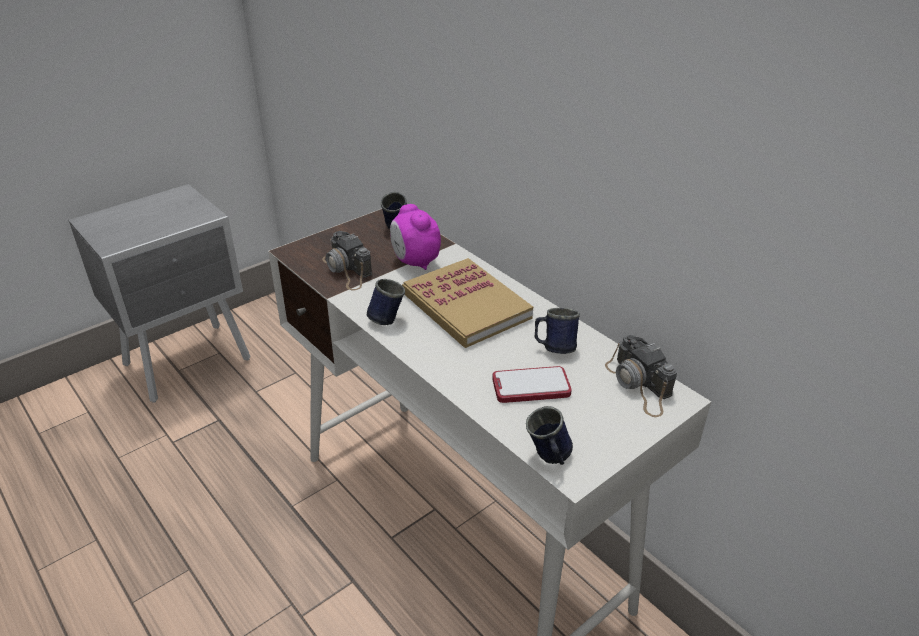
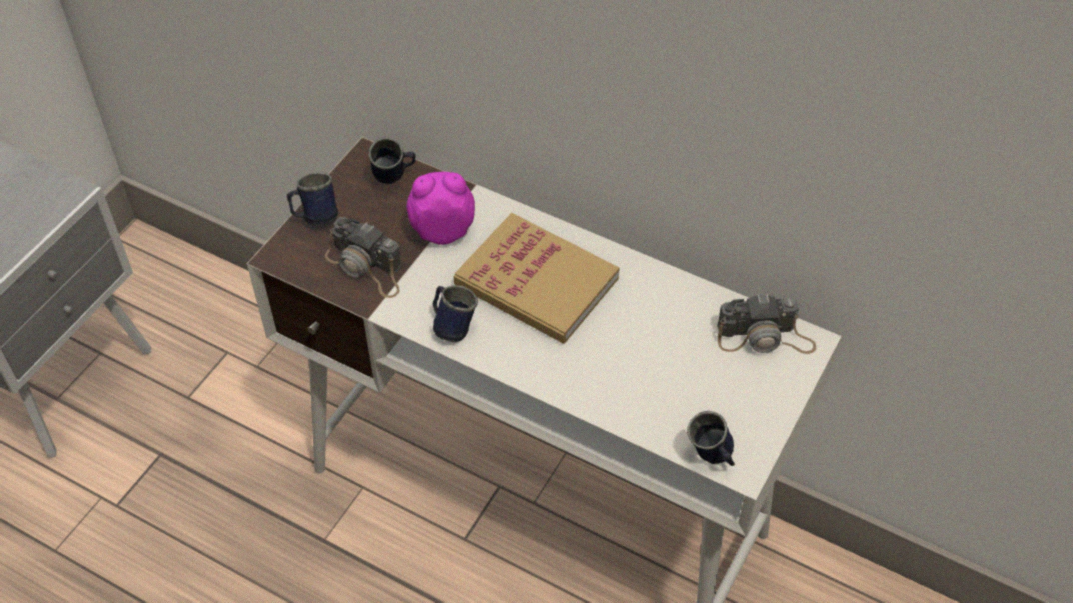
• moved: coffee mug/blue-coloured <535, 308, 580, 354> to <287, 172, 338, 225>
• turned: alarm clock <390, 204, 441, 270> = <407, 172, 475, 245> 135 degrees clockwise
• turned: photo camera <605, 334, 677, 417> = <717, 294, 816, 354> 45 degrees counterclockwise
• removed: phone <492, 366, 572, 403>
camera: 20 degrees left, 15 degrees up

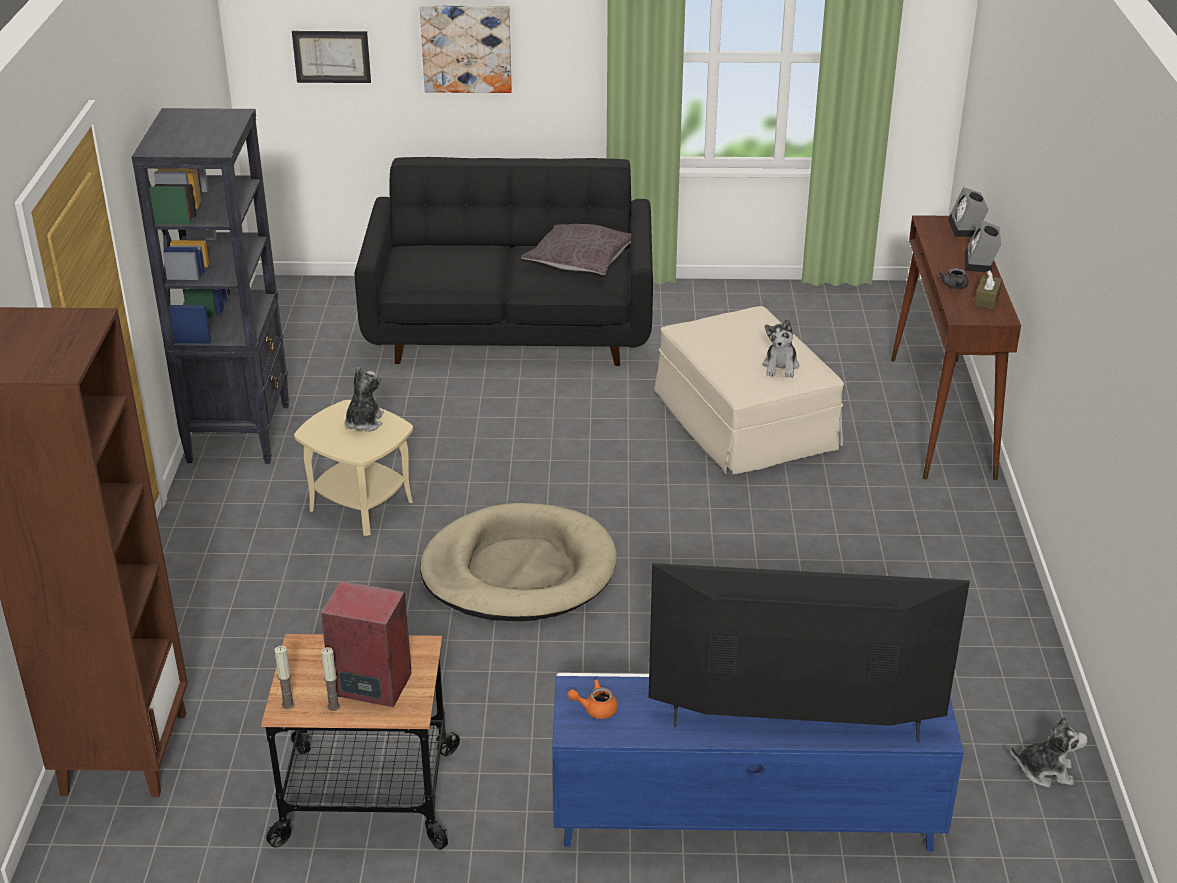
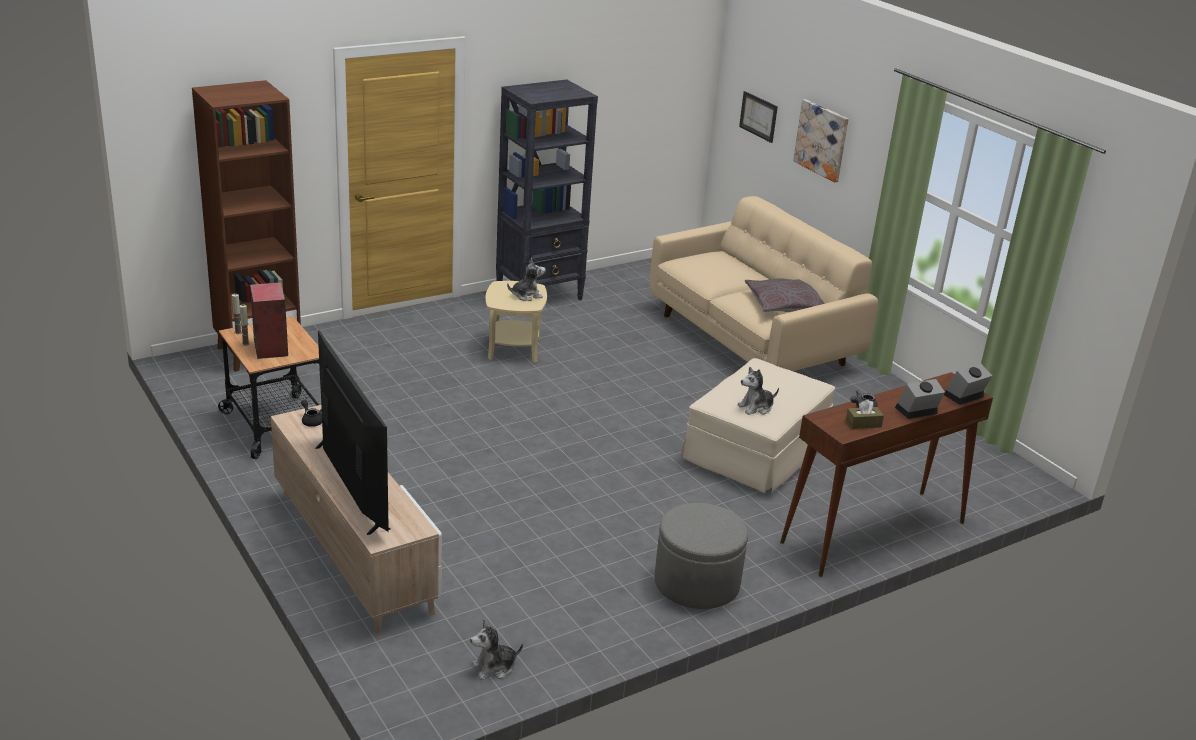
• recoloured: tv stand/blue-coloured <552, 673, 964, 851> to tv stand/beige-coloured <271, 405, 442, 634>
• recoloured: tea pot/orangey <567, 679, 618, 719> to tea pot/blackish <301, 400, 322, 427>
• turned: cuddly toy <1010, 715, 1088, 788> = <470, 619, 523, 680> 90 degrees clockwise
• recoloured: sofa/blackish <355, 157, 653, 366> to sofa/beige-coloured <650, 196, 878, 371>
• added: ottoman/gray <654, 503, 748, 609>
• removed: dog bed/beige-coloured <420, 503, 617, 621>
camera: 55 degrees right, 5 degrees down

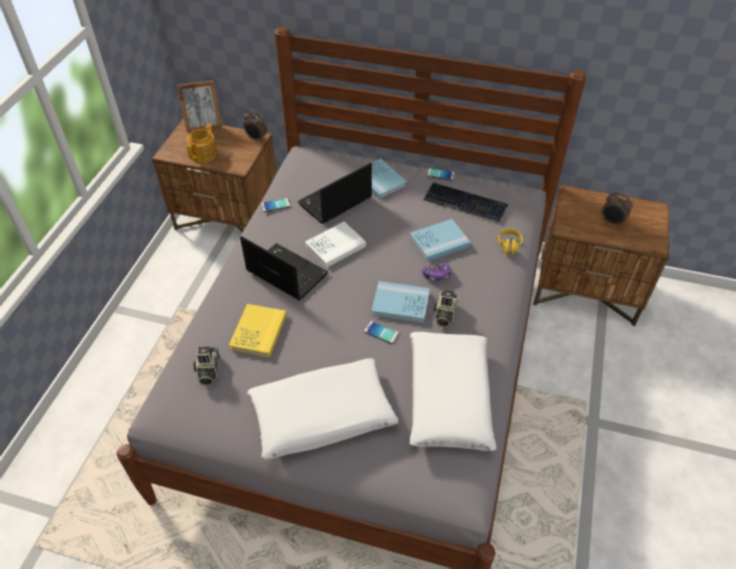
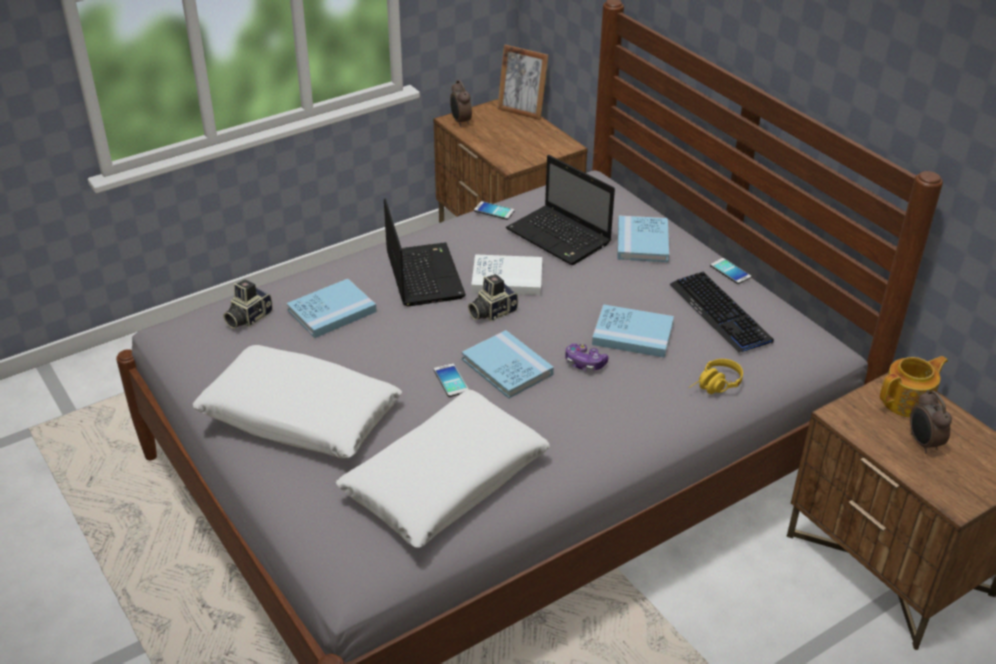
• recoloured: bound book/yellow <229, 304, 286, 357> to bound book/blue-coloured <287, 279, 377, 338>
• moved: alarm clock <243, 110, 267, 142> to <450, 80, 472, 127>
• moved: photo camera <433, 290, 458, 327> to <468, 274, 518, 321>
• turned: laptop <297, 162, 372, 224> = <506, 155, 615, 265> 135 degrees counterclockwise
• moved: tea pot <187, 123, 217, 163> to <880, 356, 948, 418>
camera: 40 degrees right, 10 degrees down

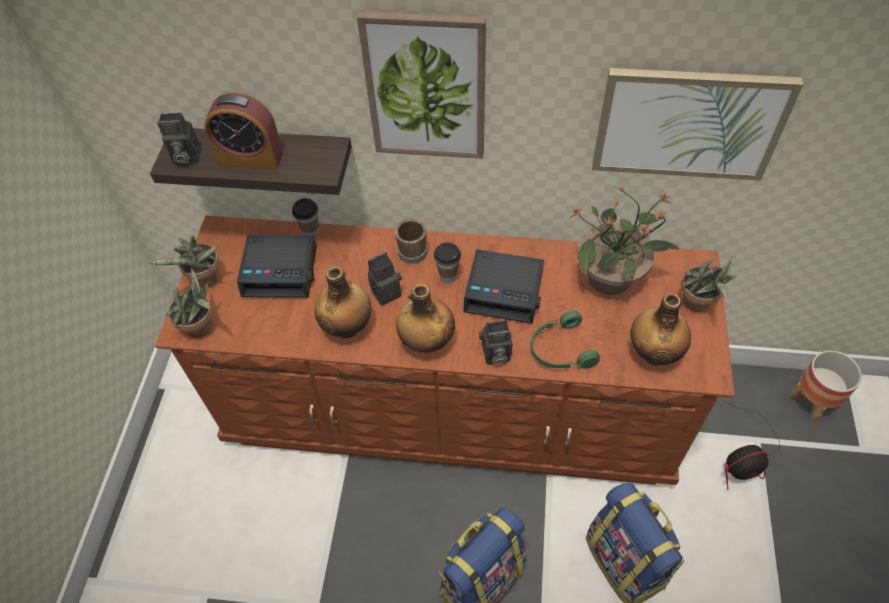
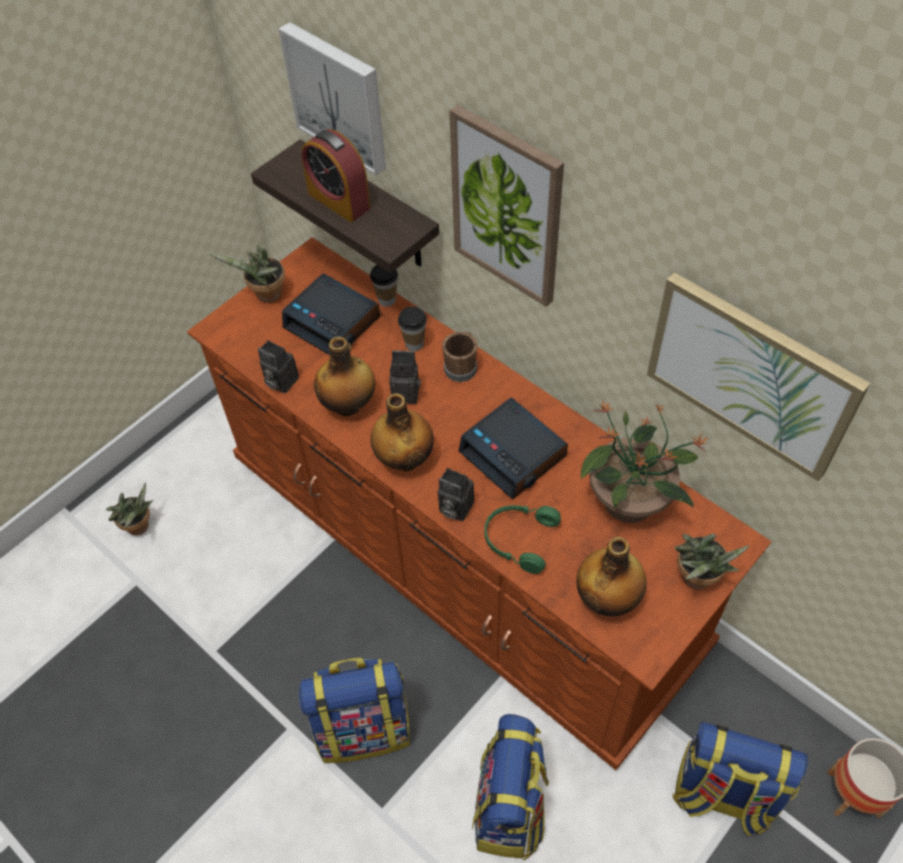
• moved: plant in a pot <166, 268, 212, 338> to <106, 482, 153, 535>
• moved: photo camera <157, 112, 201, 165> to <258, 340, 299, 393>
• added: wall art <279, 22, 386, 175>
• moved: drinking cup <434, 242, 461, 283> to <398, 307, 427, 351>
• replaced: fan <721, 397, 780, 490> to rucksack <673, 722, 809, 836>
camera: 35 degrees right, 0 degrees up

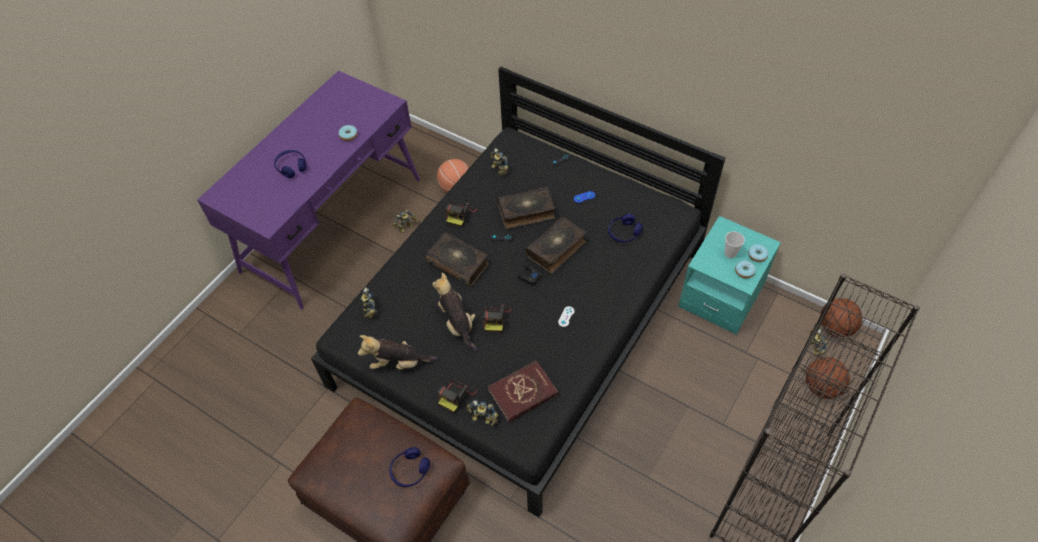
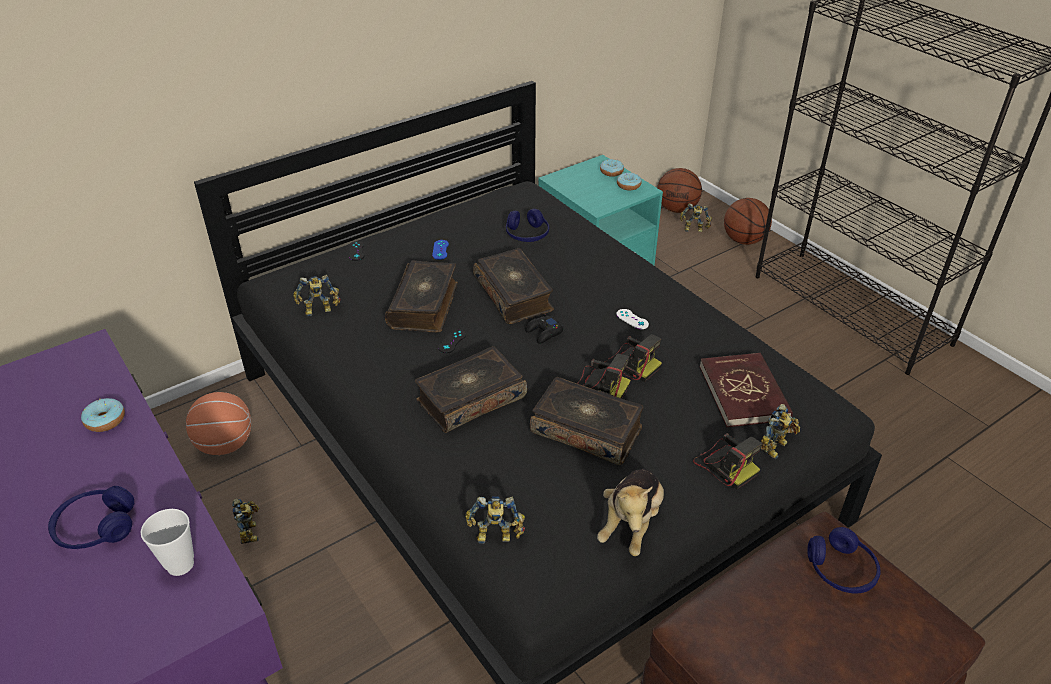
• moved: drinking cup <725, 231, 745, 258> to <141, 509, 194, 576>
• replaced: cuddly toy <432, 273, 477, 351> to bound book <530, 377, 643, 465>
• moved: photo camera <445, 203, 477, 228> to <605, 334, 662, 382>
camera: 70 degrees left, 15 degrees down

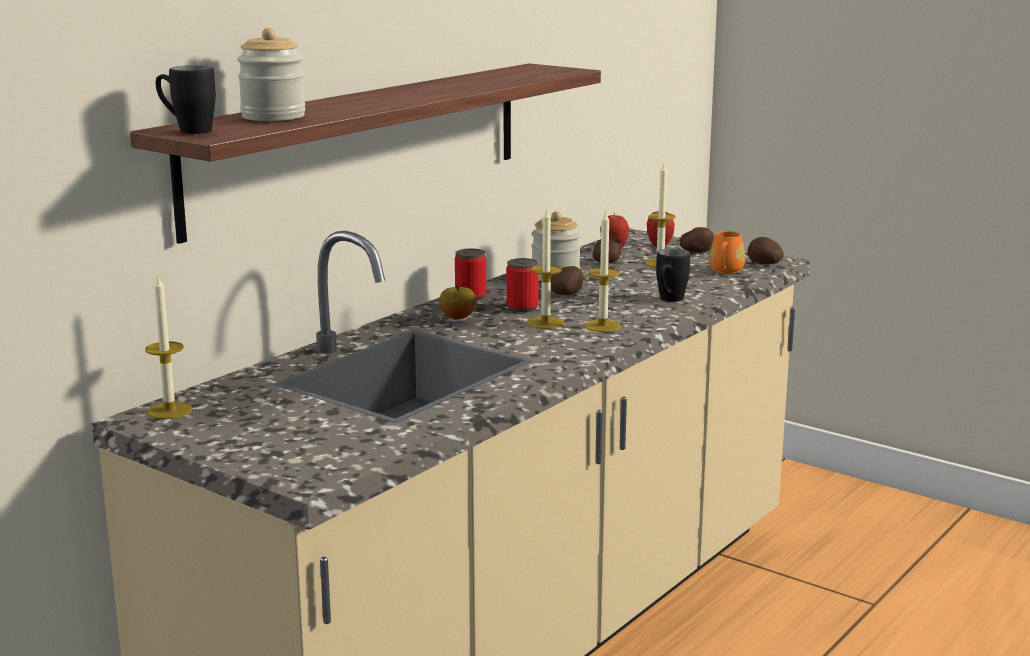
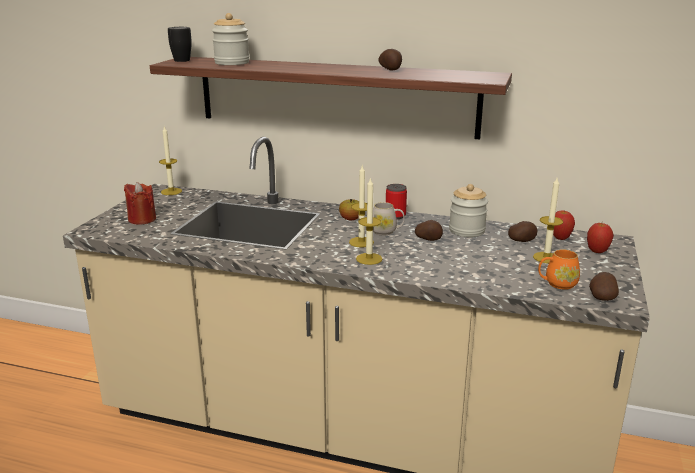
• added: wax candle/red <124, 182, 156, 225>
• replaced: sealed can <506, 258, 539, 312> to coffee mug/whitish <373, 202, 405, 236>
• moved: whole potato <680, 227, 714, 253> to <378, 49, 402, 71>
• removed: coffee mug/blackish <656, 248, 690, 302>
camera: 70 degrees right, 5 degrees up

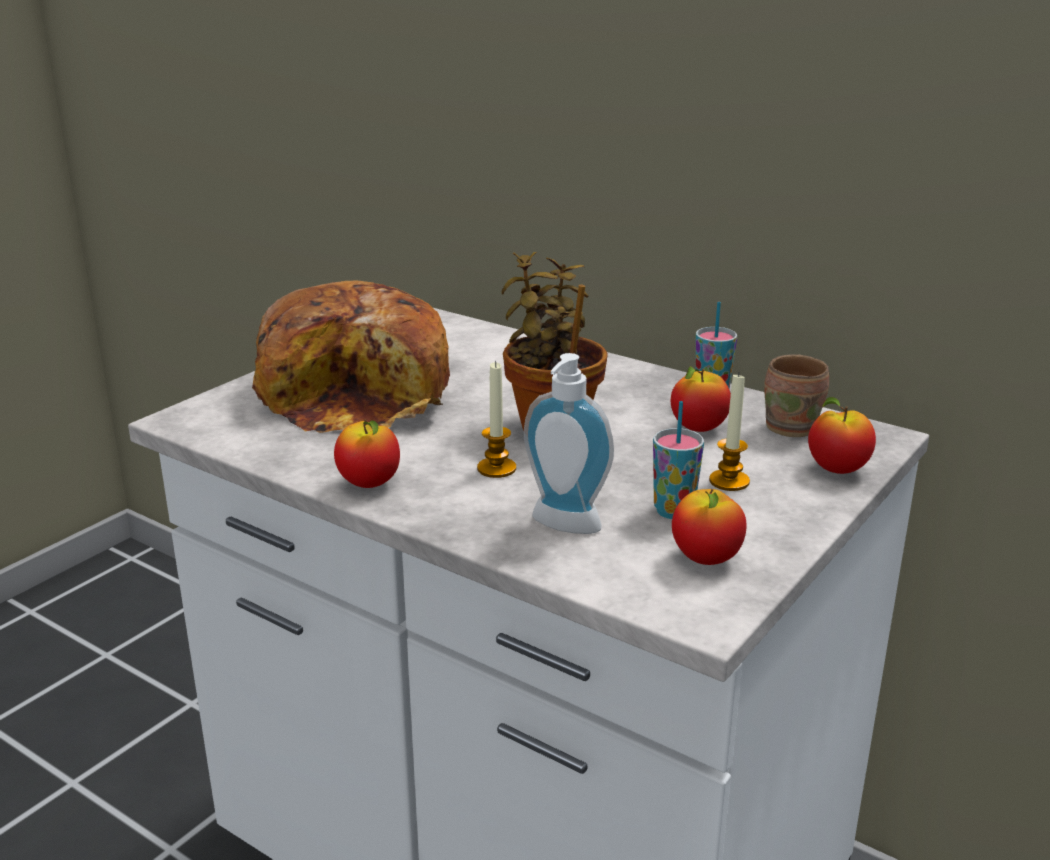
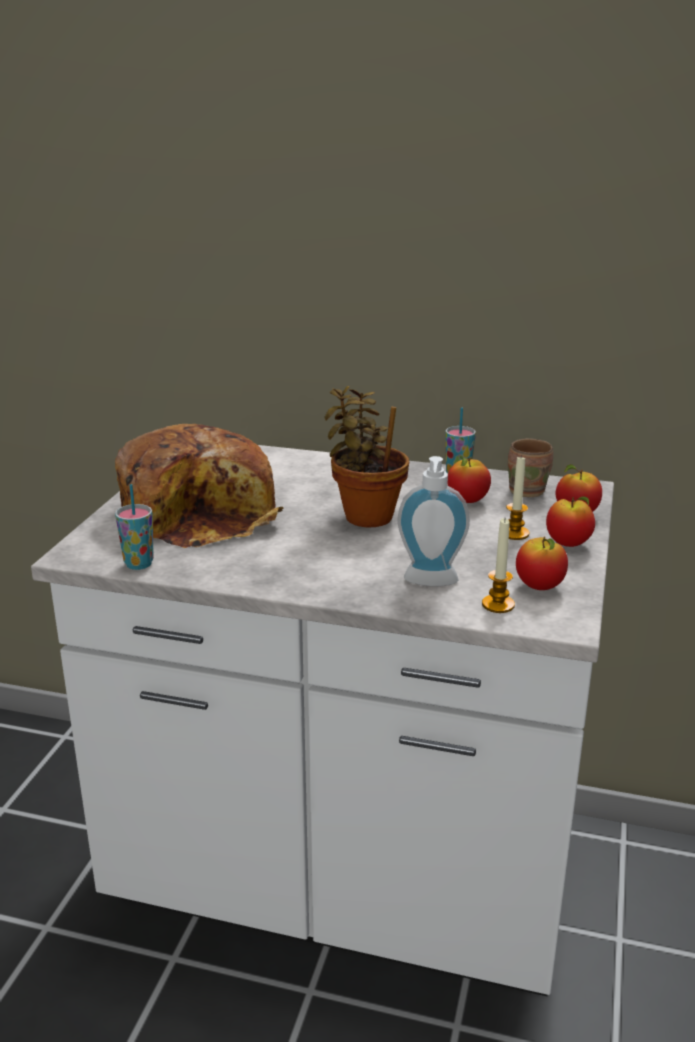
• moved: drinking cup <653, 401, 704, 519> to <115, 484, 154, 570>
• moved: wax candle <477, 361, 516, 478> to <482, 518, 515, 613>
• moved: apple fruit <334, 419, 400, 488> to <546, 496, 595, 547>
camera: 20 degrees left, 0 degrees up

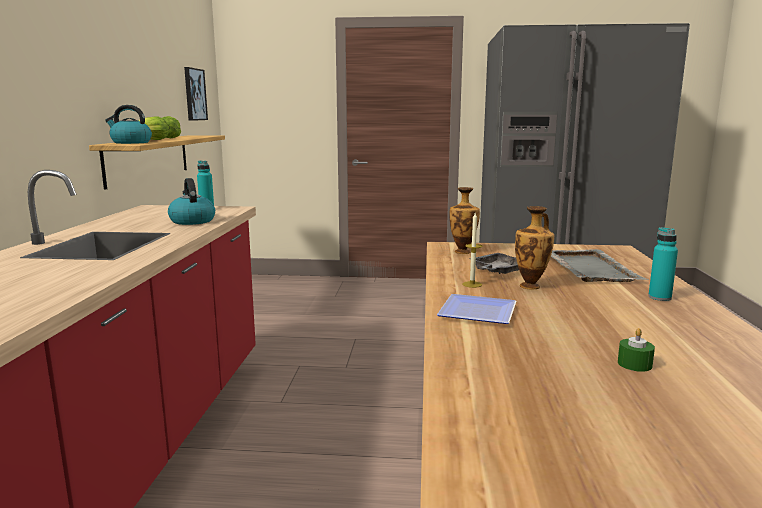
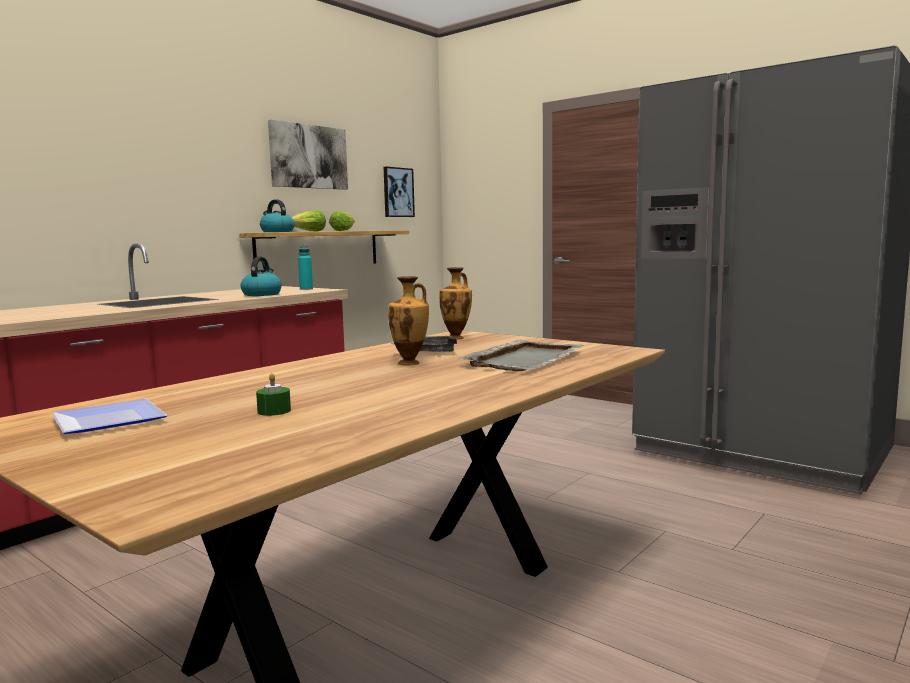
• moved: flat dish <437, 294, 516, 324> to <51, 399, 168, 434>
• added: wall art <268, 120, 348, 190>
• removed: wax candle <463, 213, 482, 288>
• removed: beverage bottle/turquoise <648, 227, 678, 301>
camera: 35 degrees right, 5 degrees down

